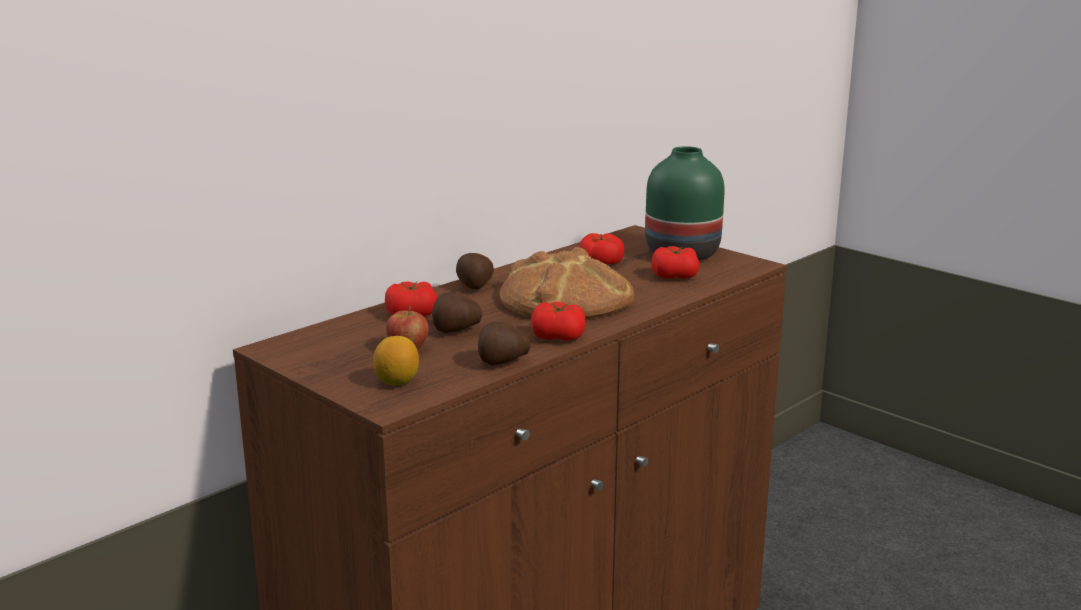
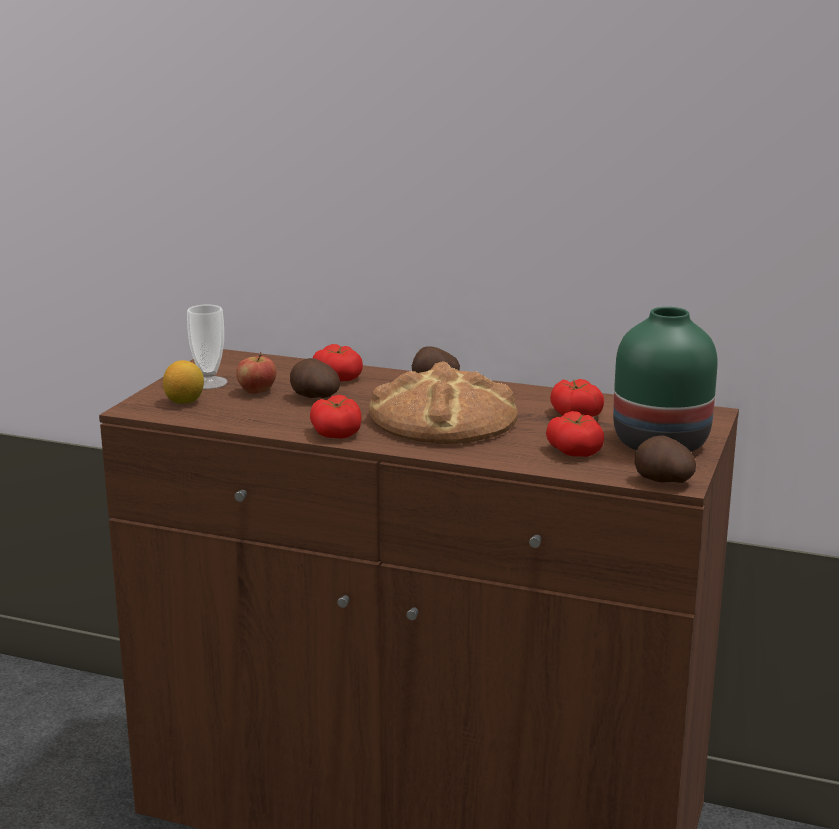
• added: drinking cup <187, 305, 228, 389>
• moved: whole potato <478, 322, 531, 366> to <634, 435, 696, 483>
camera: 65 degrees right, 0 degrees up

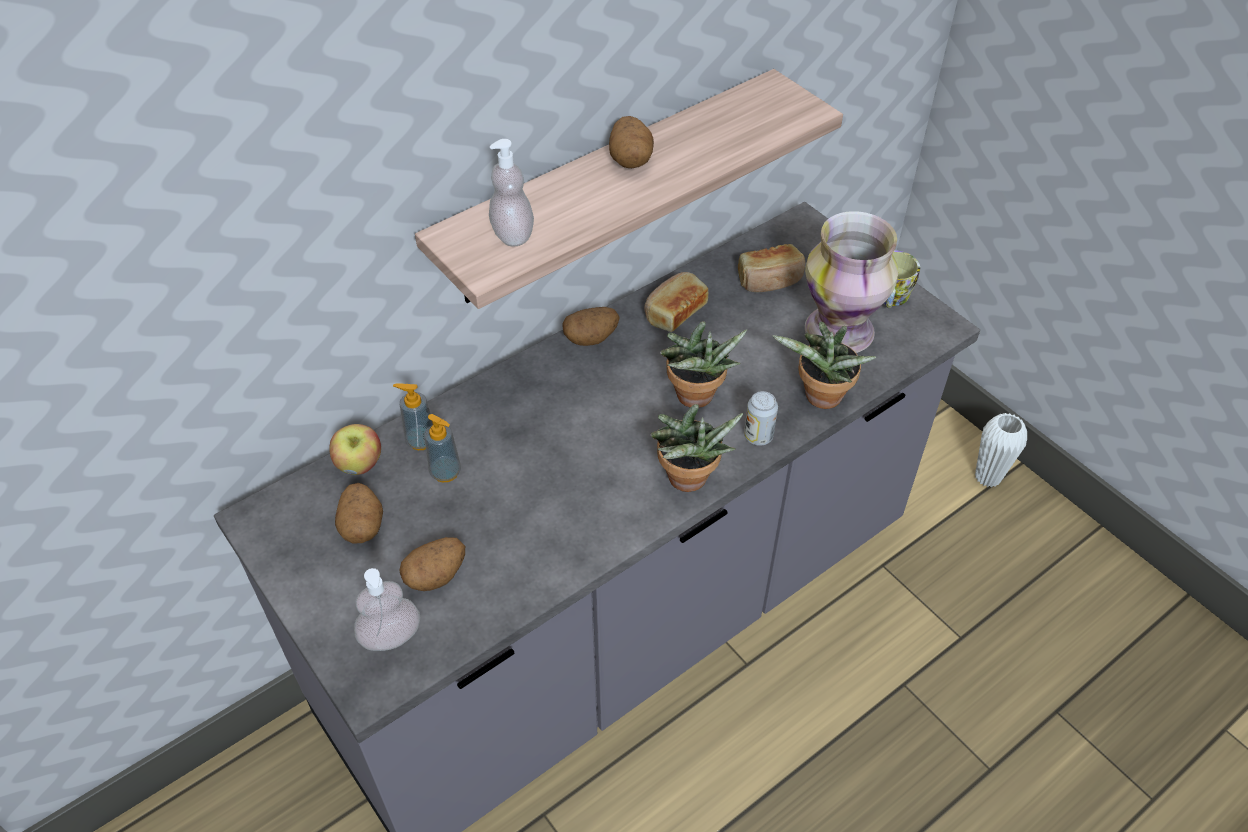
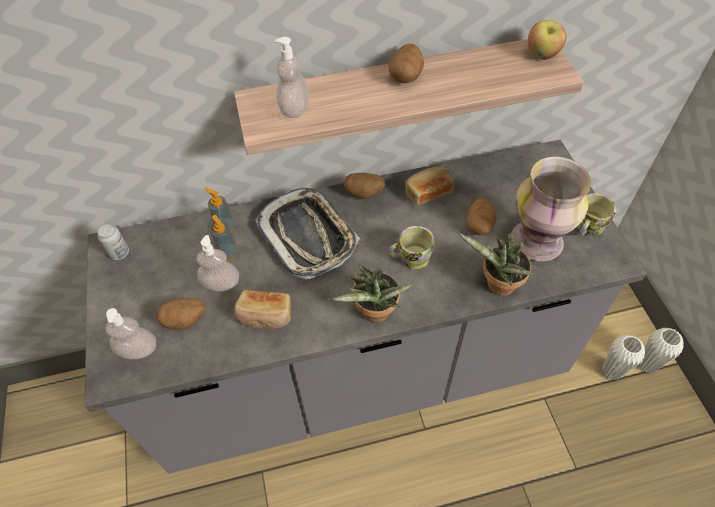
• moved: sealed can <744, 391, 778, 446> to <97, 224, 129, 260>
• added: soap dispenser <197, 235, 239, 291>
• moved: bread <738, 244, 805, 292> to <234, 290, 291, 329>
• added: tray <255, 188, 360, 279>
• replaced: plant in a pot <660, 321, 747, 408> to coffee mug <389, 226, 435, 269>
• moved: whole potato <335, 483, 383, 544> to <465, 198, 496, 235>
• moved: apple fruit <329, 424, 381, 475> to <528, 20, 566, 60>
• added: decorative vase/whitish <602, 335, 645, 380>
camera: 25 degrees right, 5 degrees up

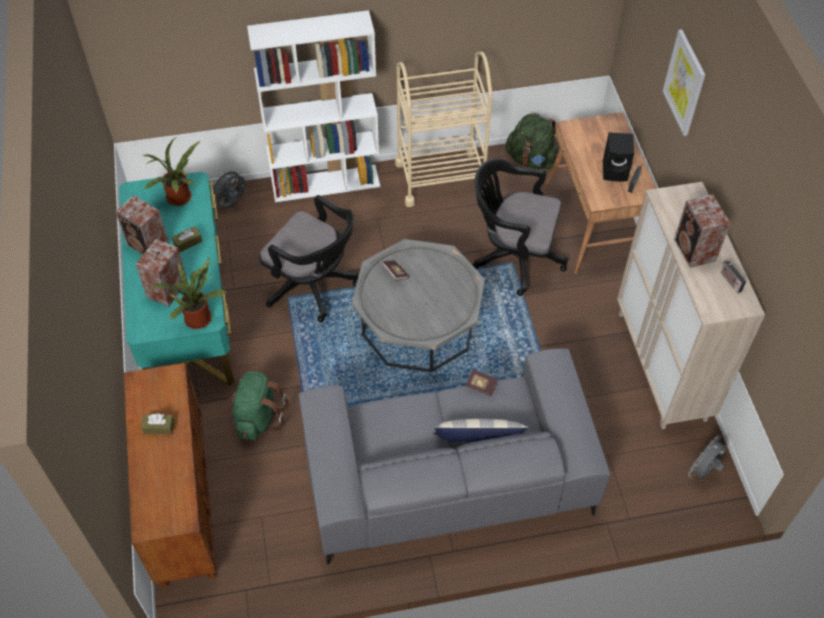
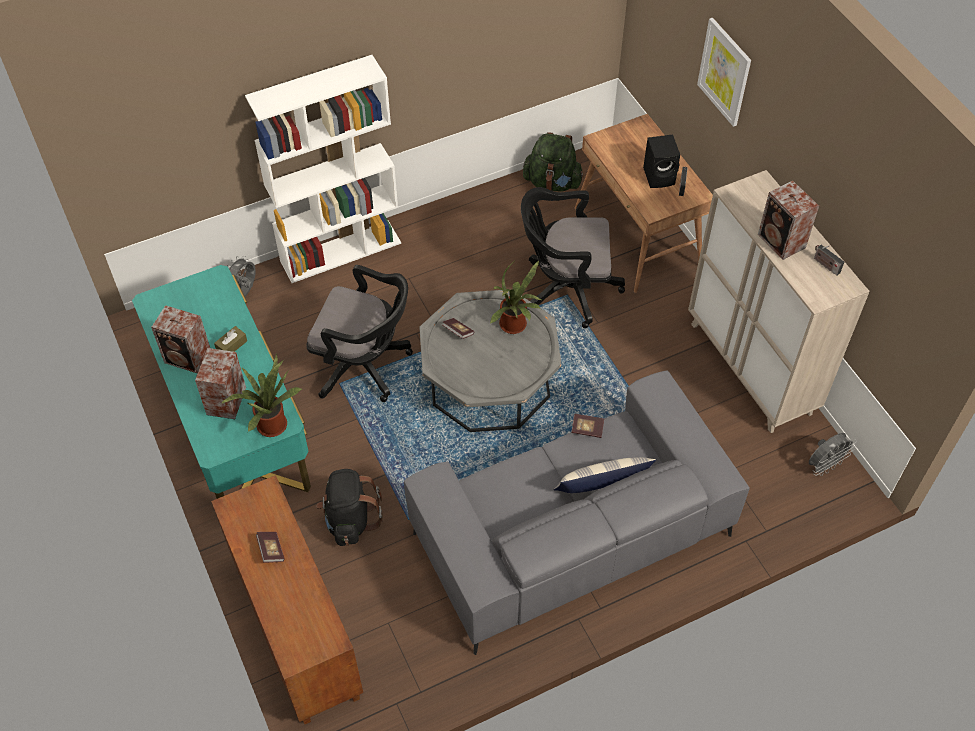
• replaced: tissue box/brownish <141, 413, 175, 434> to bound book <256, 532, 285, 563>
• recoloured: rucksack/green-coloured <228, 372, 289, 440> to rucksack/blackish <316, 469, 382, 546>
• moved: plant in a pot <143, 136, 200, 206> to <490, 261, 541, 334>
• turned: fan/gray <688, 435, 728, 481> = <809, 433, 857, 476> 150 degrees counterclockwise
• removed: wheeled cart/beige-coloured <395, 51, 492, 207>
camera: 15 degrees left, 0 degrees up

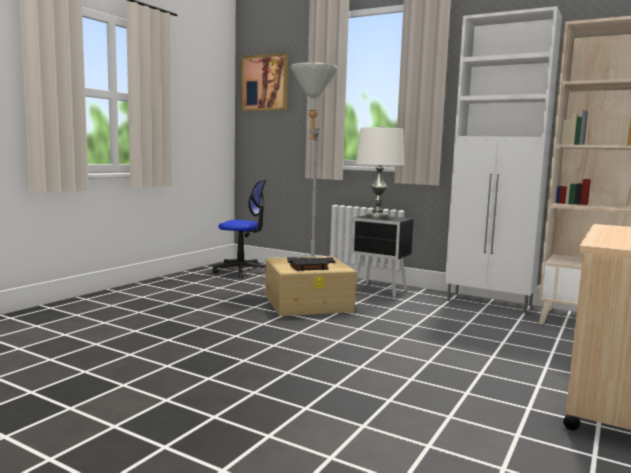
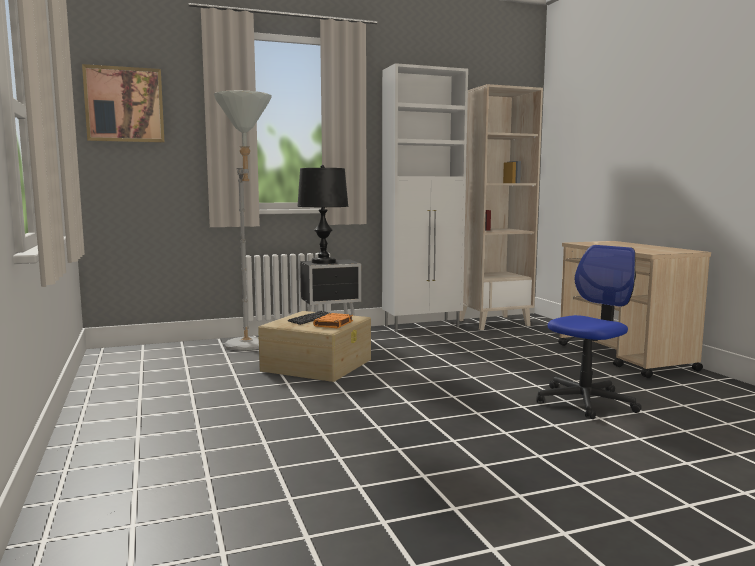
• recoloured: tabletop lamp/whitish <356, 125, 404, 219> to tabletop lamp/blackish <297, 165, 348, 264>
• recoloured: bound book/blackish <290, 259, 329, 271> to bound book/orangey <313, 313, 353, 328>
• moved: computer chair <213, 180, 266, 278> to <536, 245, 642, 419>
camera: 50 degrees left, 0 degrees up

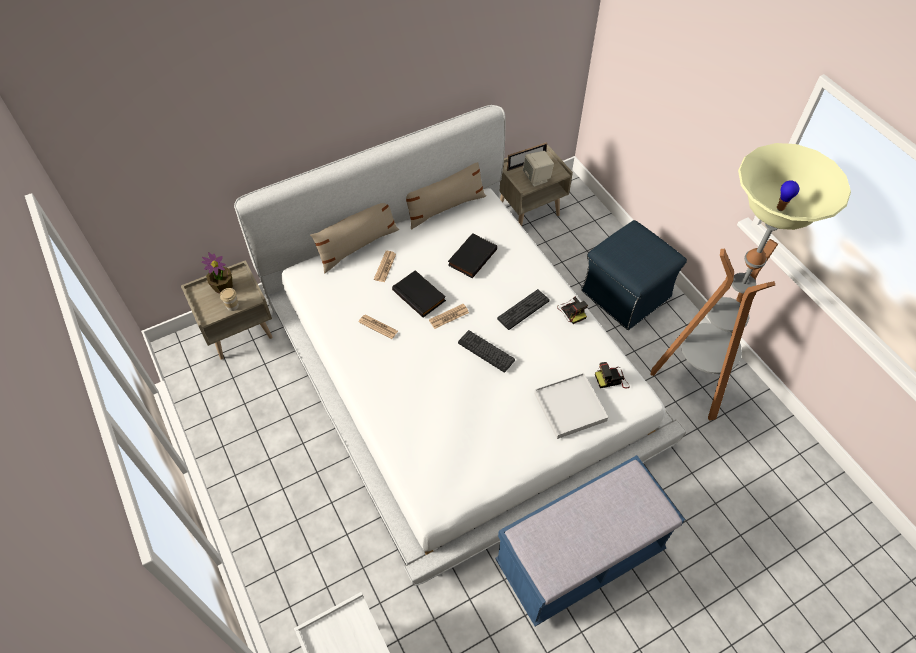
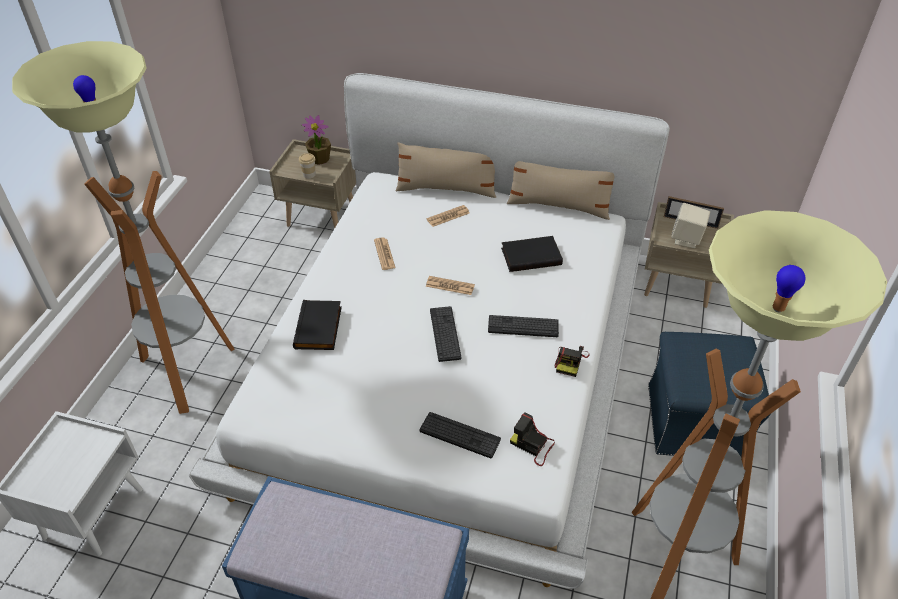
• added: standing lamp <12, 41, 235, 414>
• moved: bound book/blackish <392, 270, 446, 318> to <293, 300, 342, 350>
• replaced: tray/whitish <534, 373, 608, 439> to PC keyboard <419, 412, 501, 458>
camera: 45 degrees right, 10 degrees down

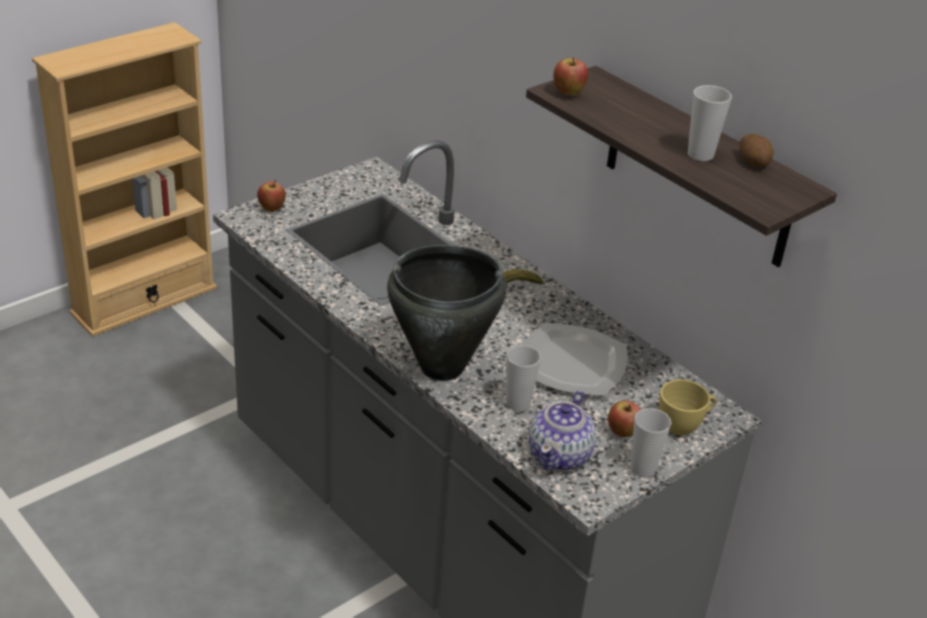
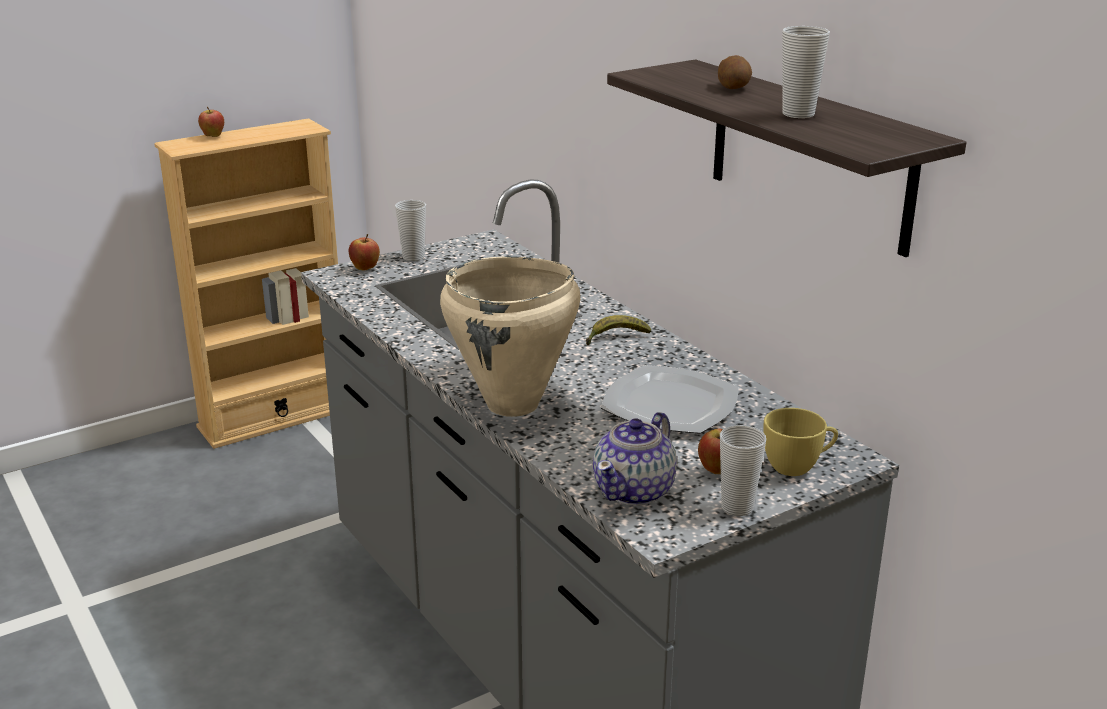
• moved: apple fruit <553, 57, 588, 96> to <198, 107, 224, 137>
• moved: drinking cup <506, 345, 541, 411> to <395, 200, 426, 261>
• recoloured: cooking pot/blackish <387, 245, 507, 381> to cooking pot/beige-coloured <440, 257, 581, 417>
• moved: whole potato <739, 134, 774, 167> to <718, 55, 752, 89>
camera: 10 degrees right, 10 degrees down

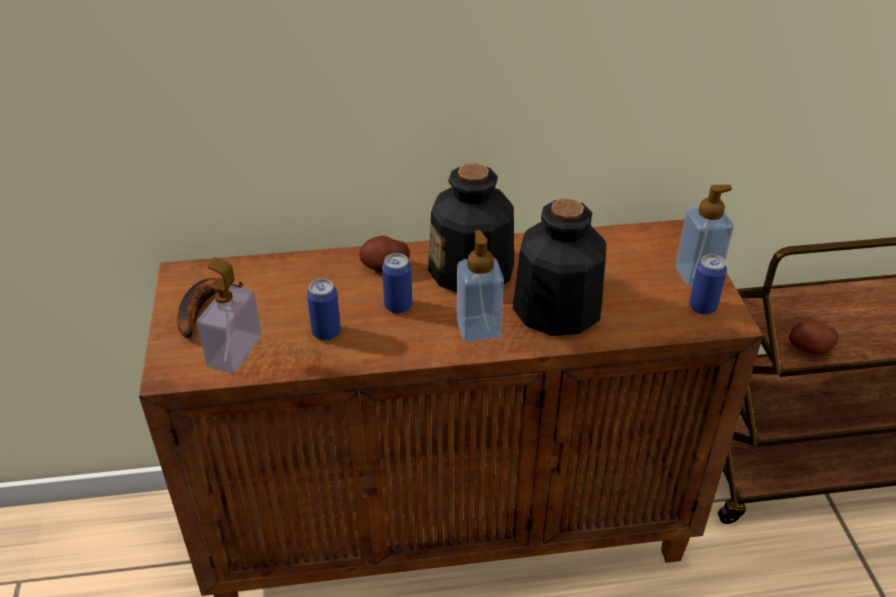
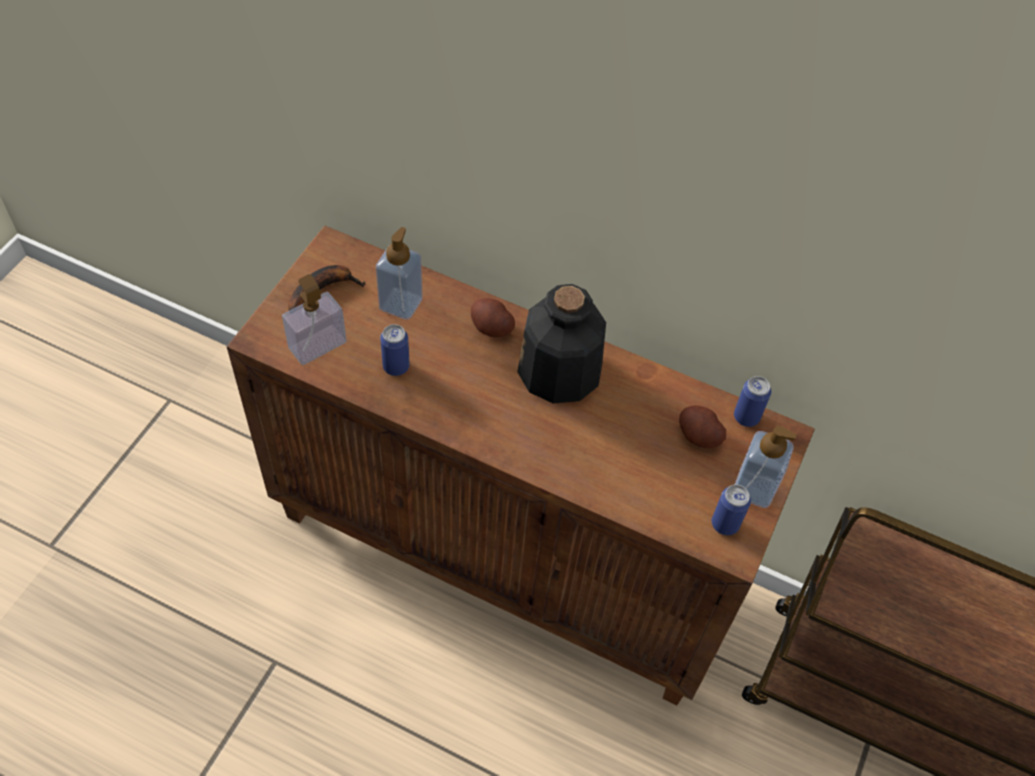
• moved: soap dispenser <457, 230, 504, 342> to <376, 227, 423, 320>
• moved: whole potato <789, 320, 838, 355> to <679, 405, 726, 448>
• moved: sealed can <382, 253, 412, 314> to <734, 376, 771, 427>
• removed: beverage bottle <513, 198, 607, 336>
camera: 30 degrees right, 15 degrees up

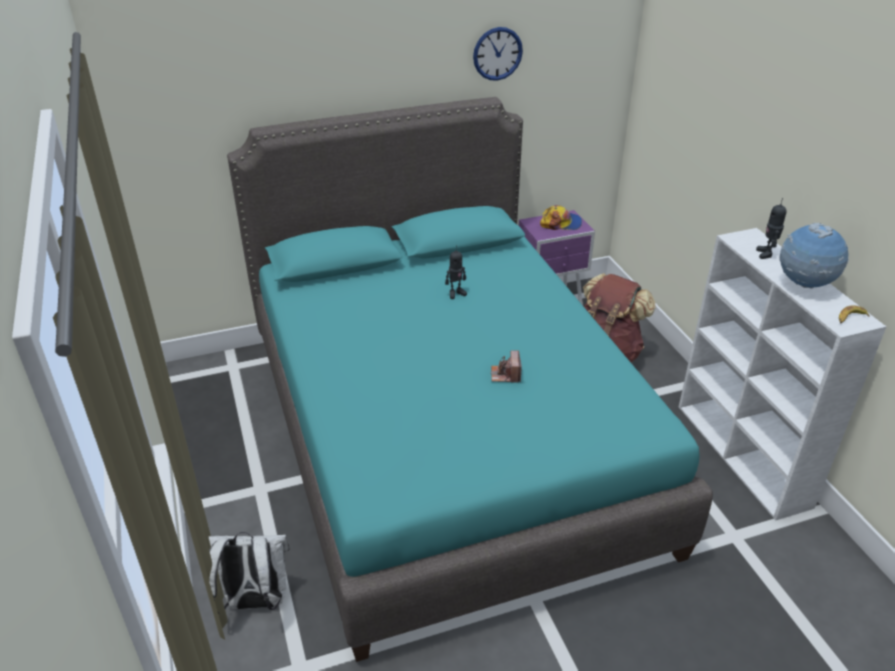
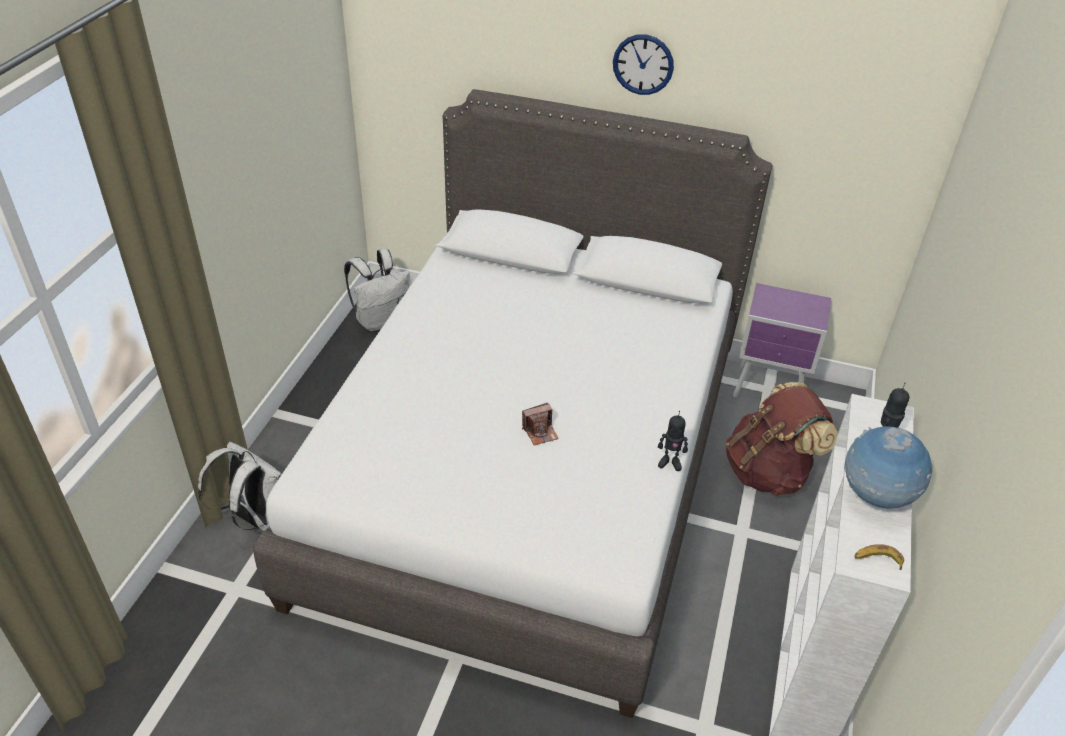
• recoloured: bedroom bed/turquoise <227, 97, 713, 662> to bedroom bed/whitish <253, 89, 773, 718>
• added: rucksack/whitish <344, 249, 410, 331>
• turned: photo camera <491, 350, 522, 383> = <522, 403, 559, 445> 150 degrees counterclockwise
• moved: clock on the wall <473, 27, 523, 81> to <613, 34, 674, 95>
• moved: model robot <445, 245, 467, 299> to <658, 411, 688, 471>
• removed: baseball cap <540, 205, 582, 230>
camera: 35 degrees right, 5 degrees up

